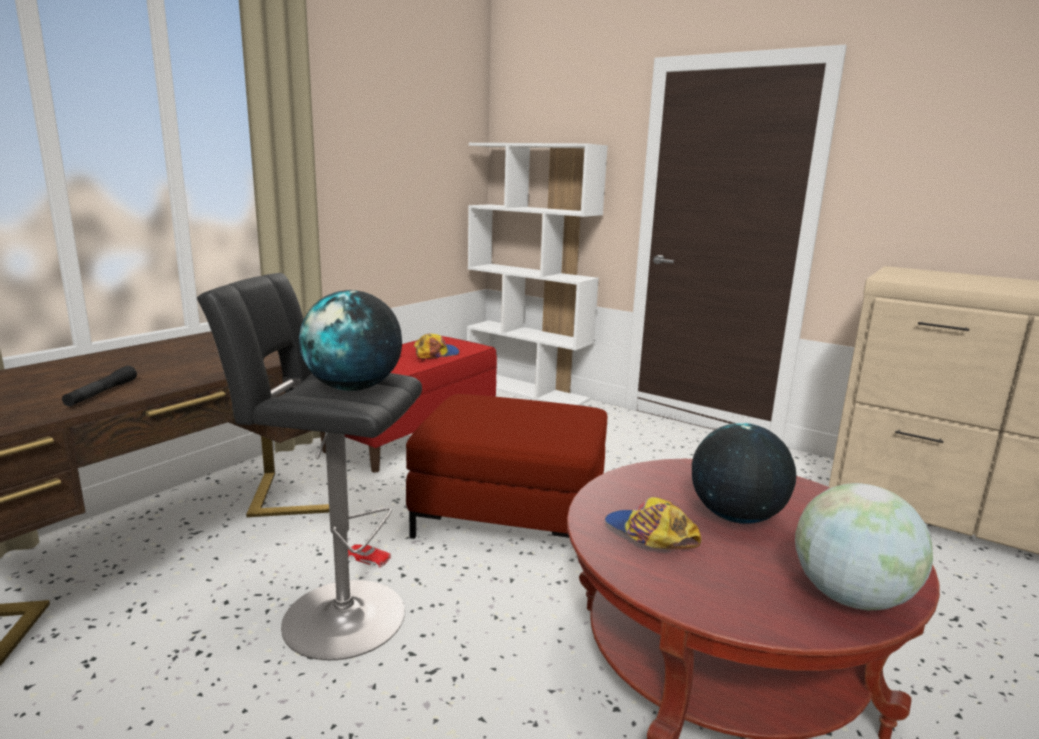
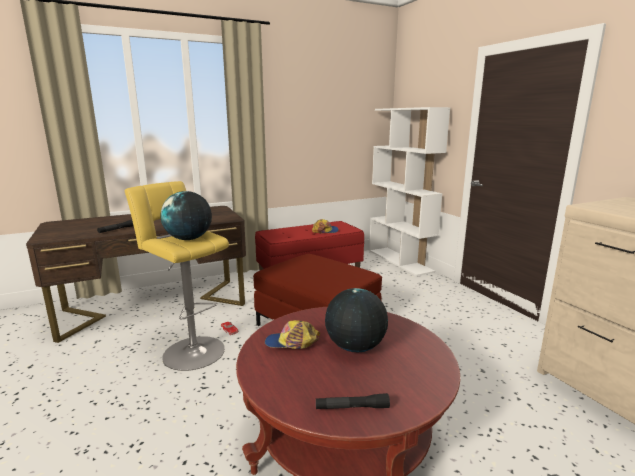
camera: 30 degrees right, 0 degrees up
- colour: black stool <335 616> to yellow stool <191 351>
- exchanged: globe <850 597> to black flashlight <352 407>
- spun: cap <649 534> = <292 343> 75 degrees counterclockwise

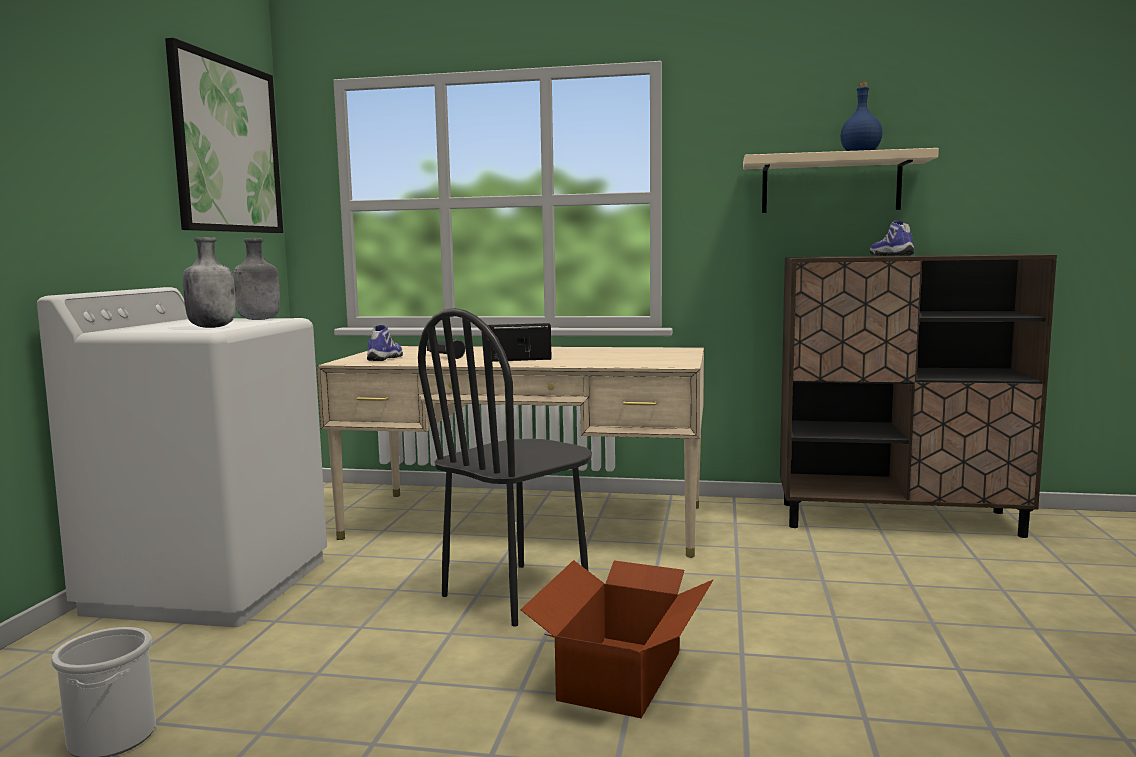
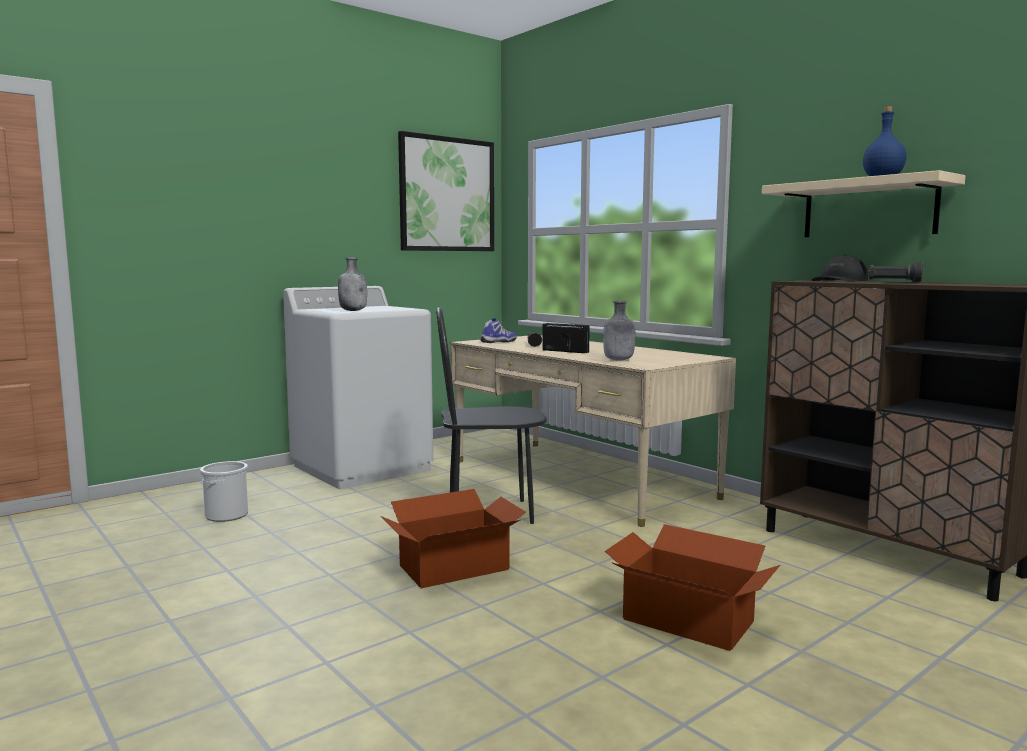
camera: 40 degrees right, 0 degrees up
- exchanged: shoe <892 255> to black flashlight <894 282>
- relocated: grey bottle <259 319> to <618 360>
- appeared: black cap <839 281>
- appeared: cardboard box <688 621>

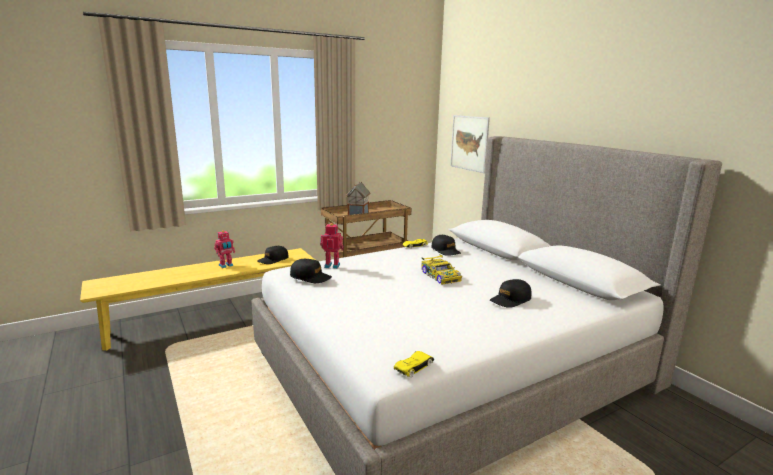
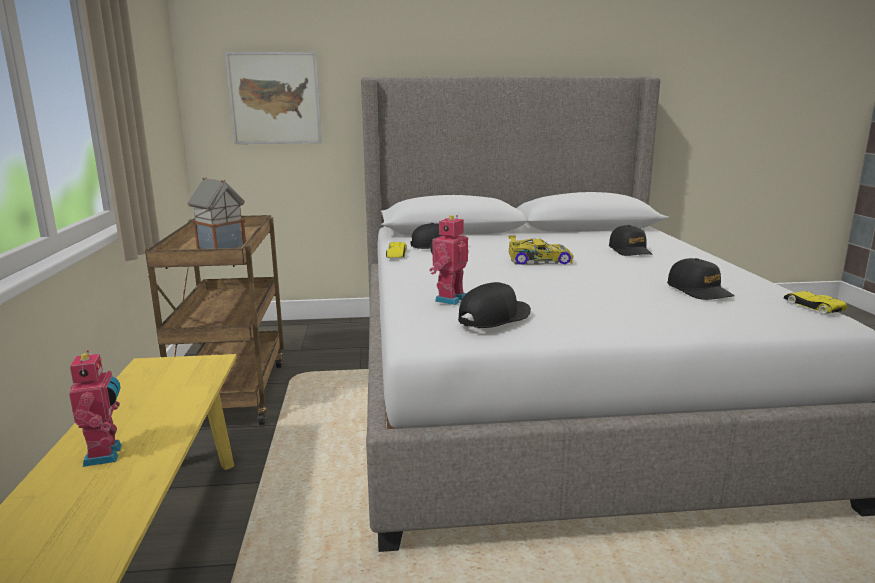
camera: 65 degrees left, 0 degrees up
- relocated: black cap <273 260> to <699 291>

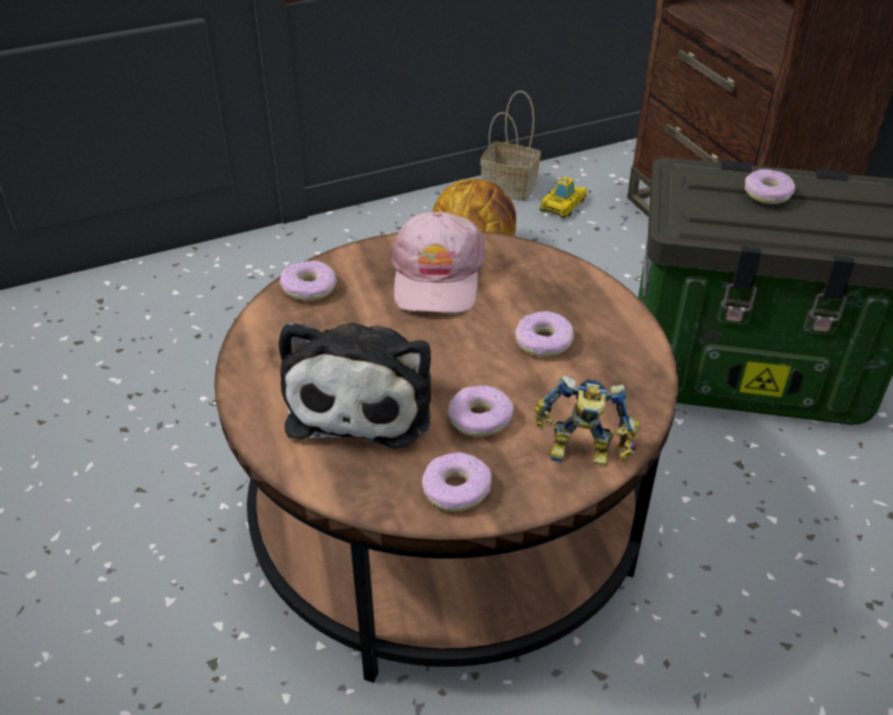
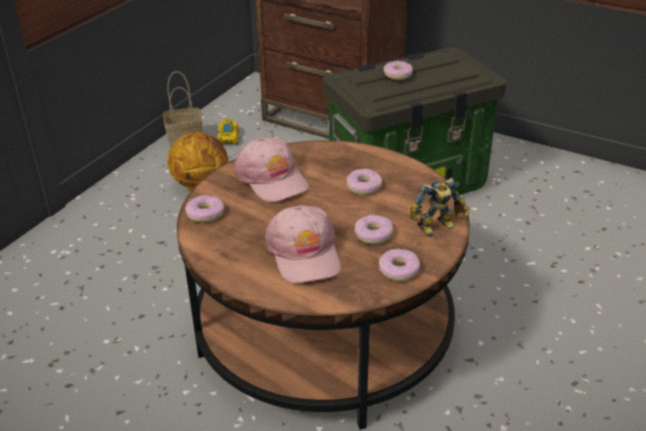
camera: 35 degrees left, 5 degrees down
- exchanged: plush toy <363 399> to pink cap <304 253>

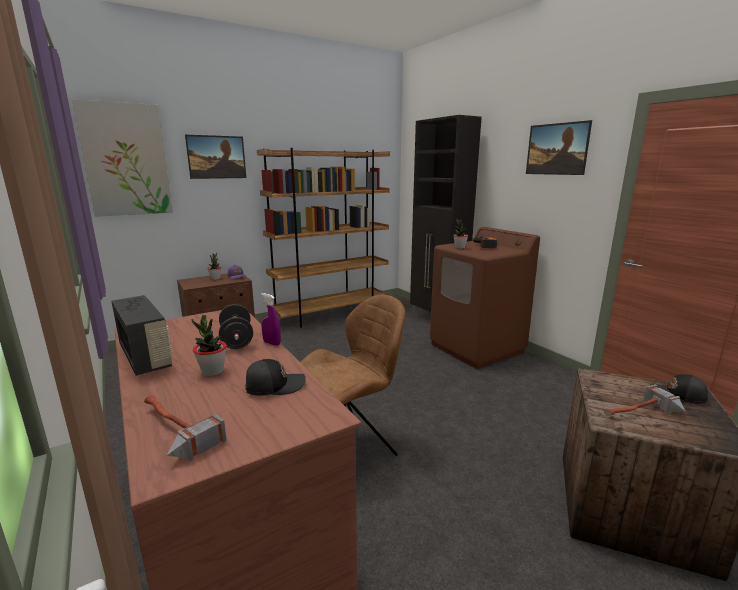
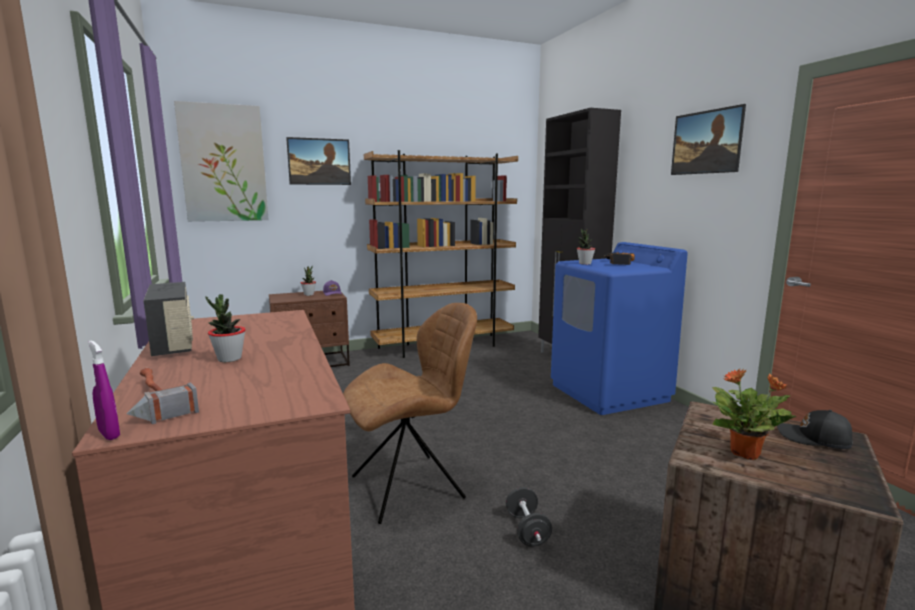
camera: 10 degrees right, 5 degrees down
- colour: brown washing machine <477 348> to blue washing machine <609 393>
- relocated: purple spray bottle <272 343> to <109 434>
- relocated: black dumbbell <237 340> to <527 530>
- missing: black cap <274 385>
- exchanged: hammer <640 414> to potted plant <746 454>

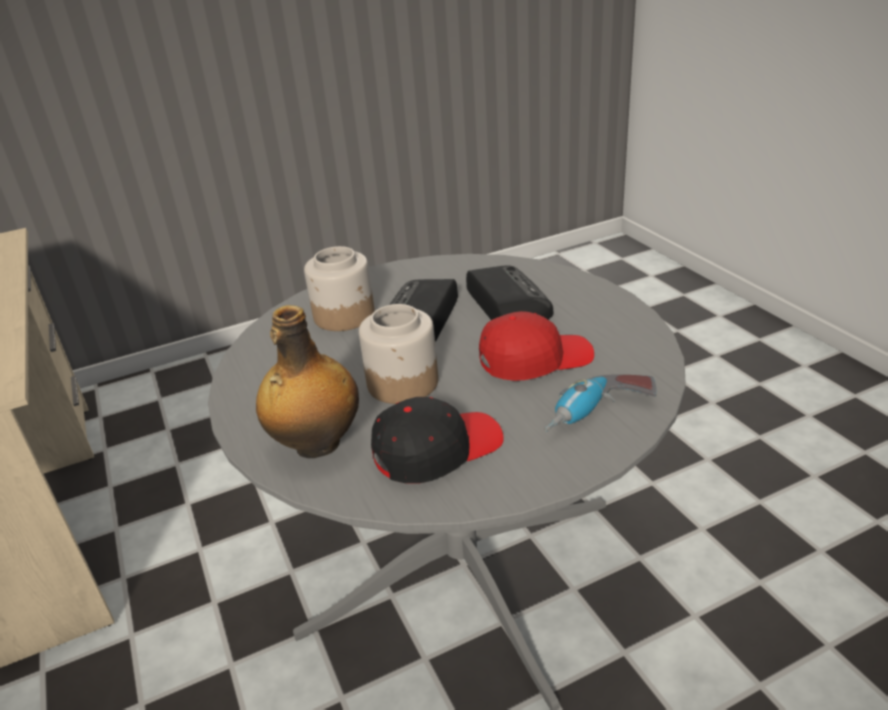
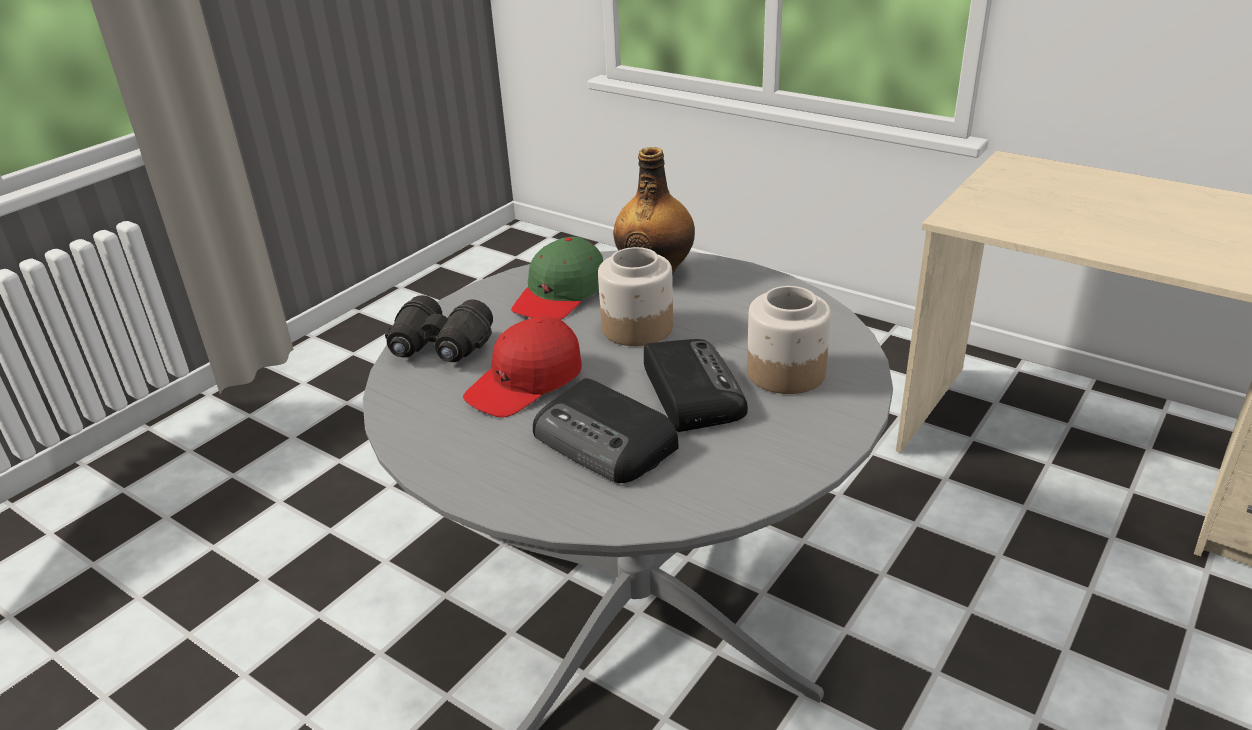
camera: 150 degrees right, 0 degrees up
- exchanged: power drill <598 416> to black binoculars <440 348>
- colour: black cap <436 449> to green cap <560 295>

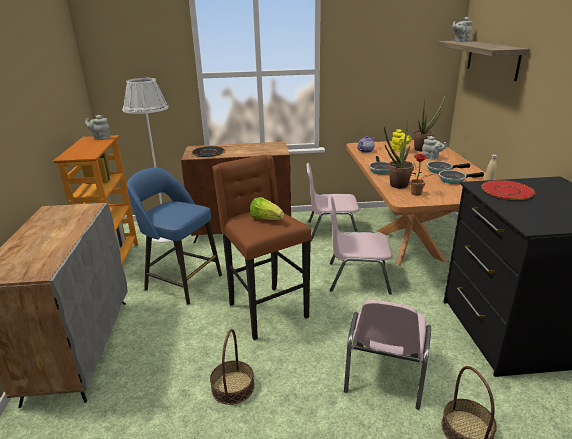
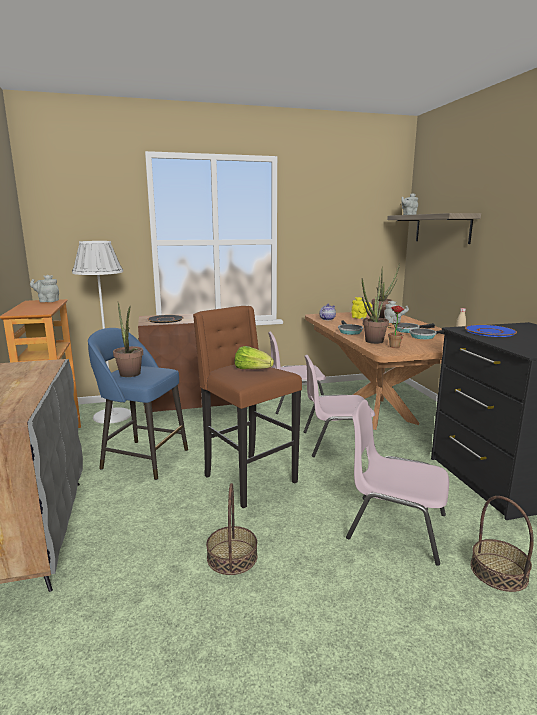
camera: 10 degrees left, 10 degrees down
- colour: red plate <507 191> to blue plate <490 332>
- spun: pink chair <384 372> = <395 526> 105 degrees clockwise
- appeared: potted plant <130 375>

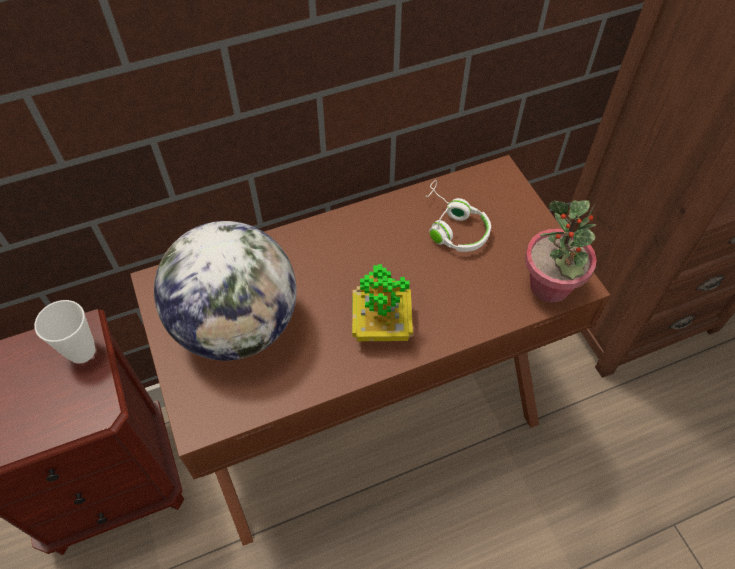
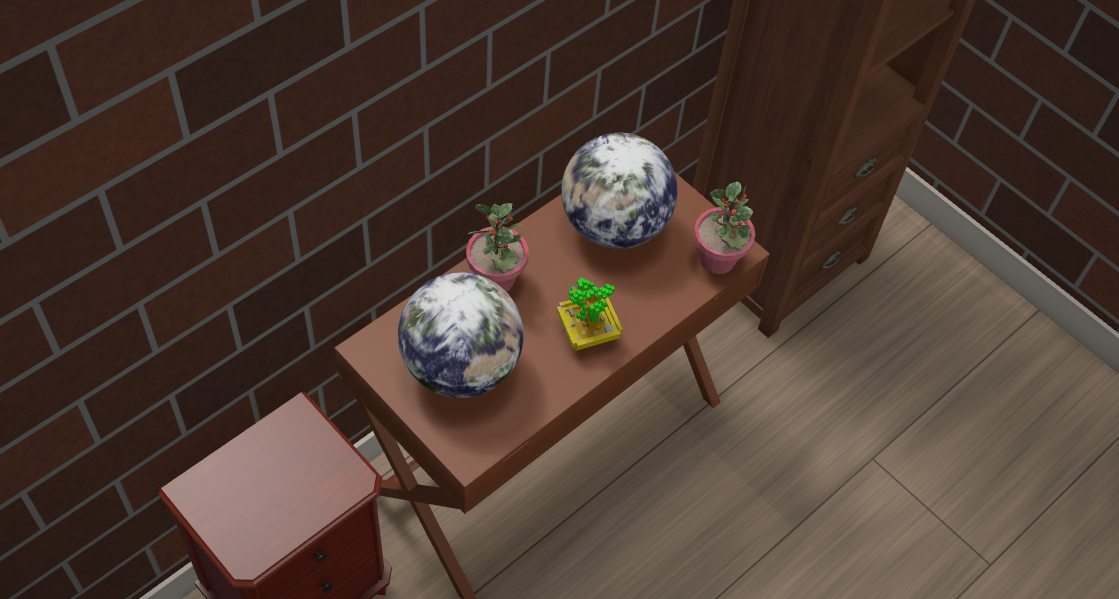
camera: 25 degrees left, 0 degrees up
- exchanged: white headphones <452 226> to globe <614 226>
- missing: cup <82 351>
- appeared: potted plant <496 279>

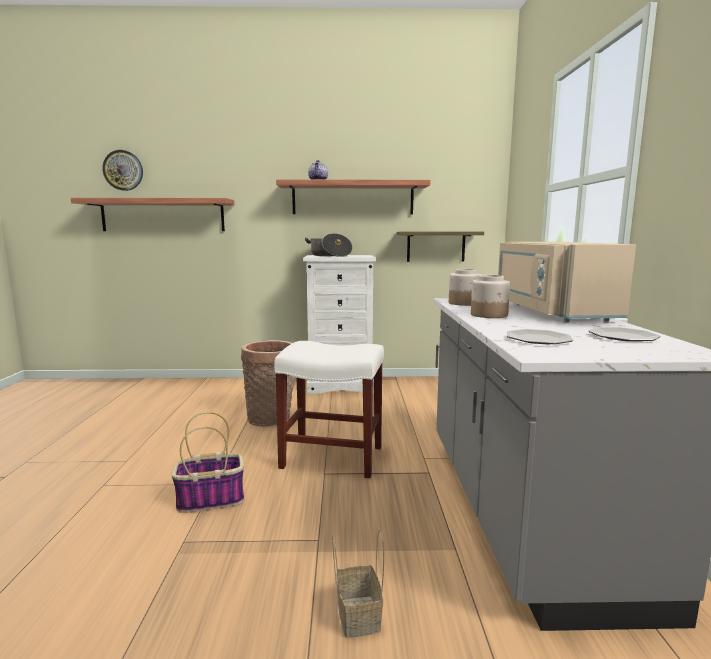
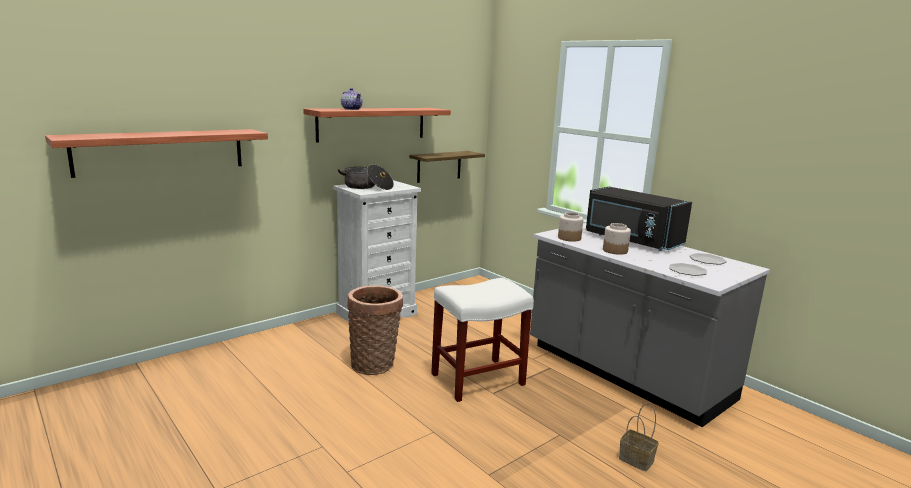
camera: 40 degrees left, 5 degrees up
- missing: wall clock <123 170>
- colour: beige microwave <549 312> to black microwave <631 240>
- missing: basket <212 499>

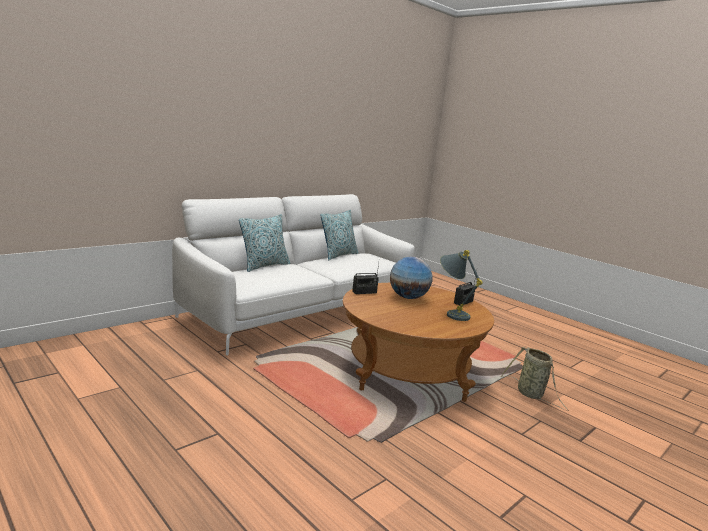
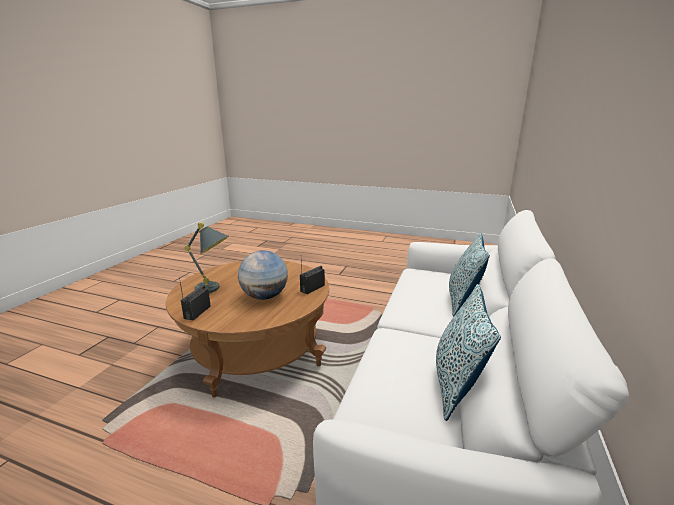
camera: 155 degrees right, 5 degrees up
- missing: basket <531 395>

